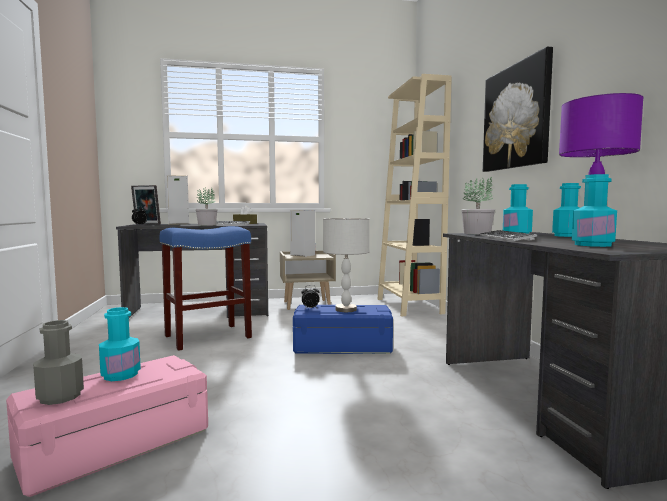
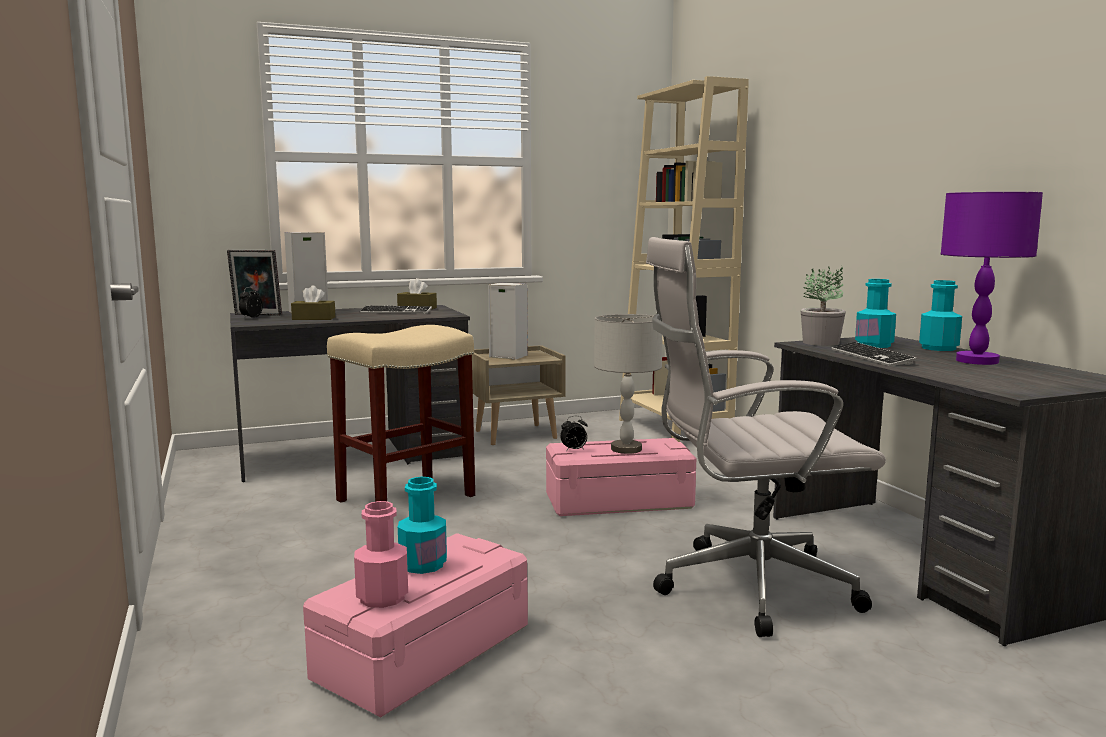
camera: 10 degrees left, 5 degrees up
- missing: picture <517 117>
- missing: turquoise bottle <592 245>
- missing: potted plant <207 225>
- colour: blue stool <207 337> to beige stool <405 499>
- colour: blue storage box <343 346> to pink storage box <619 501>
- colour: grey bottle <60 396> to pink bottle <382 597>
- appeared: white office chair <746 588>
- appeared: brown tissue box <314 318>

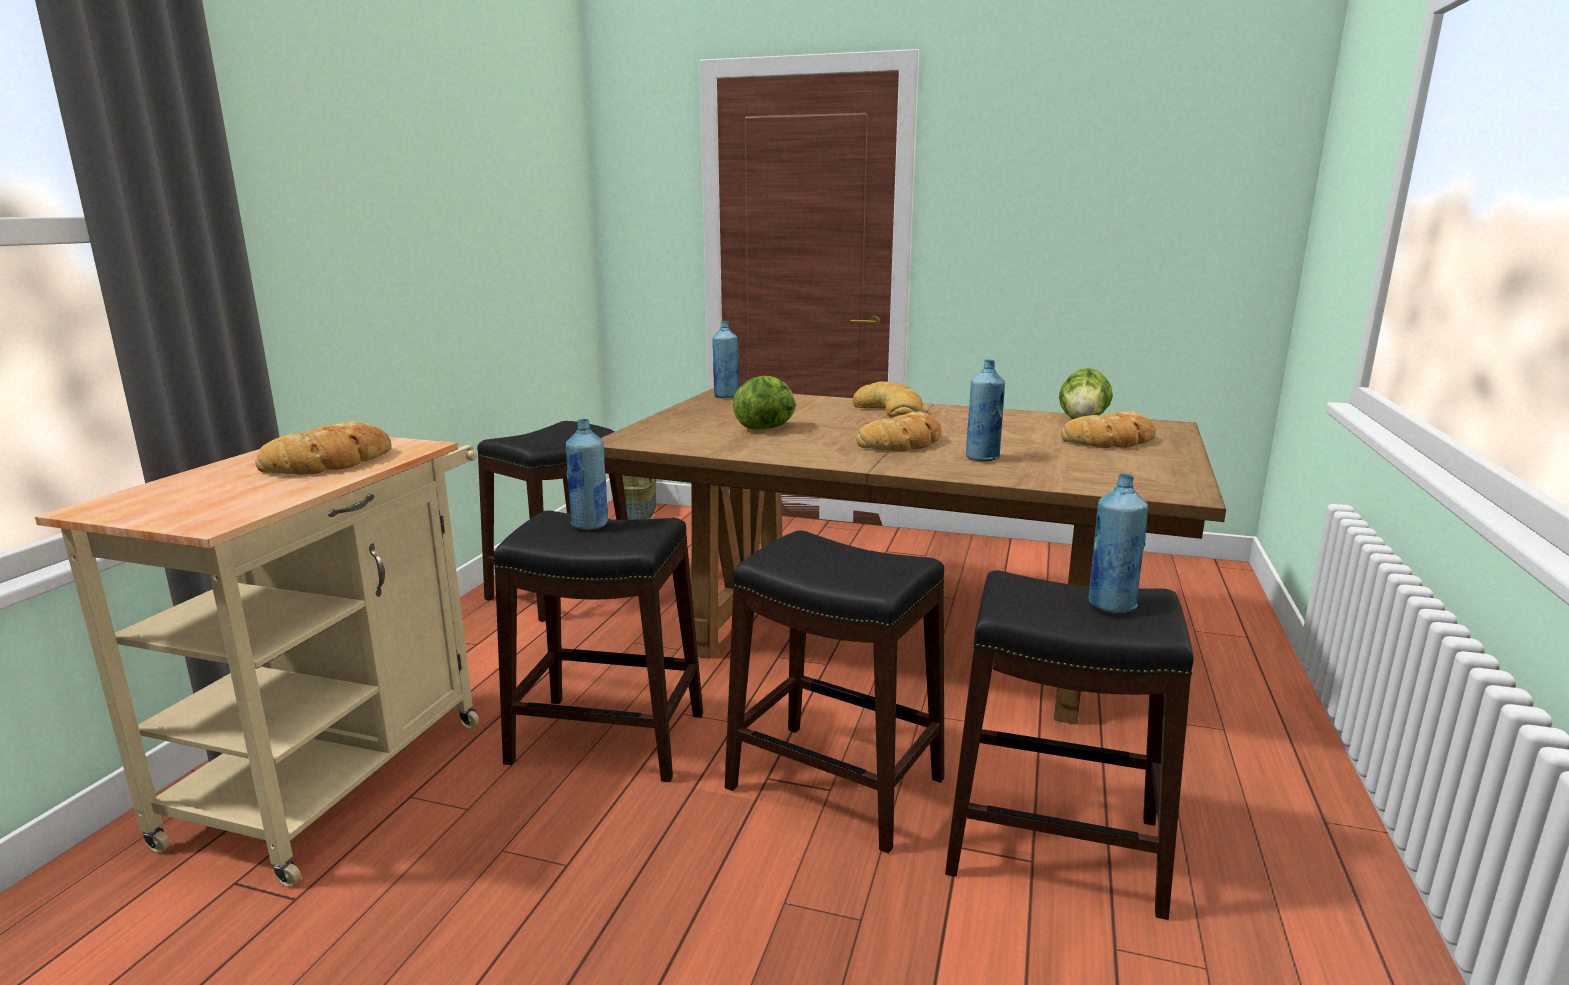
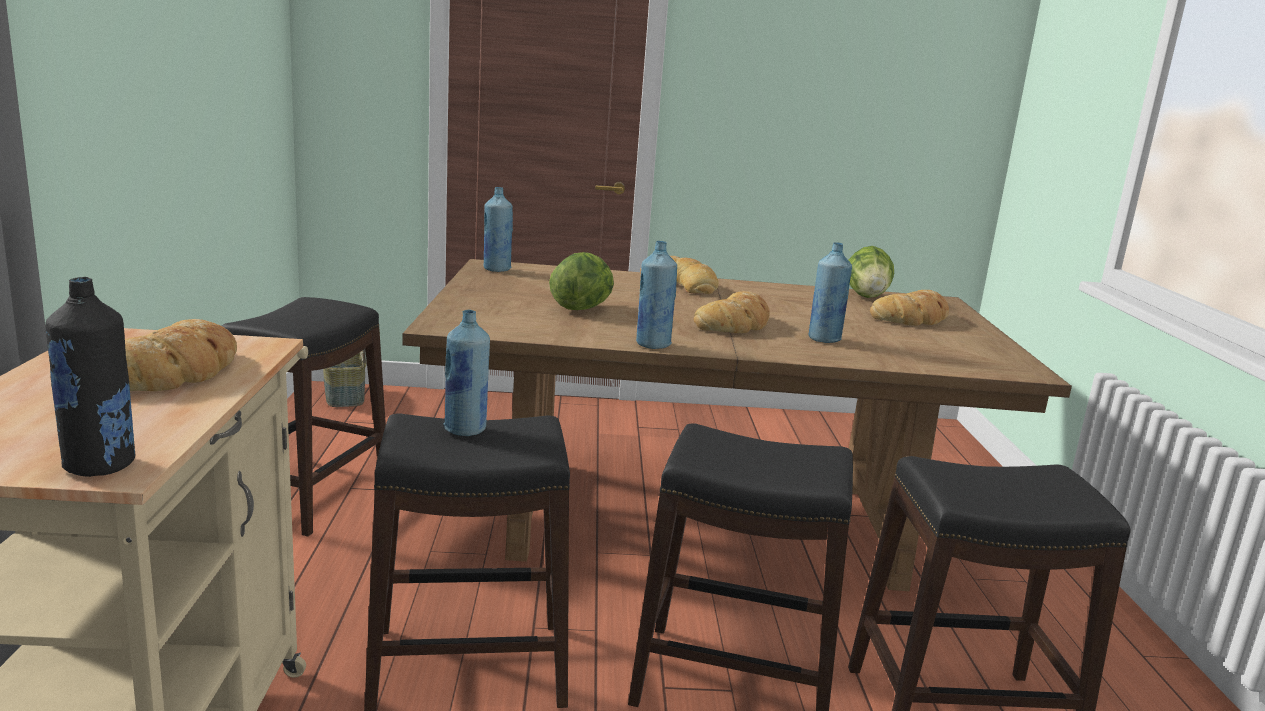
camera: 20 degrees left, 0 degrees up
- relocated: blue bottle <1111 605> to <653 344>
- appeared: black bottle <99 465>

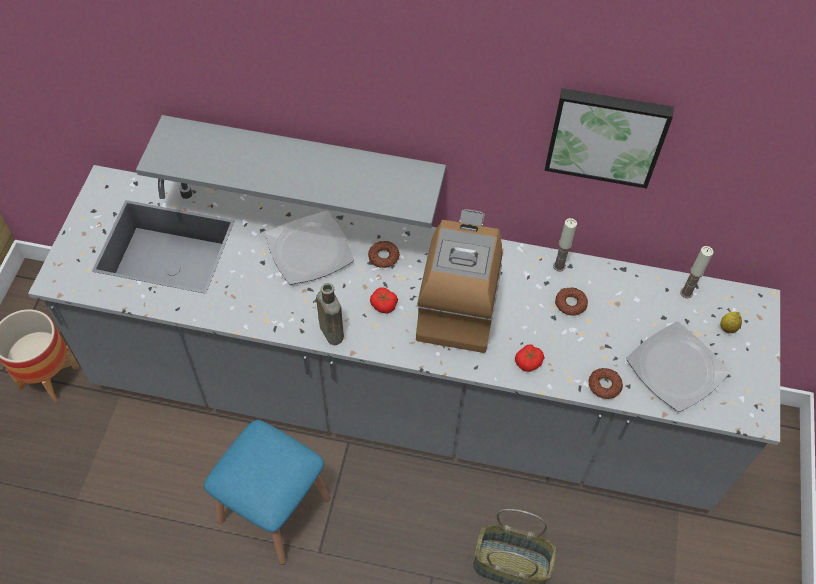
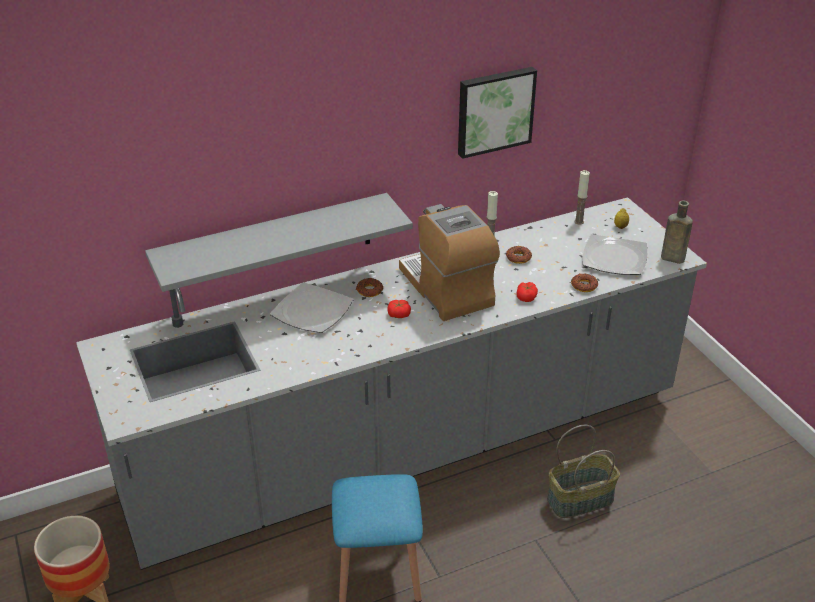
camera: 35 degrees left, 20 degrees down
- relocated: brown bottle <330 331> to <671 258>

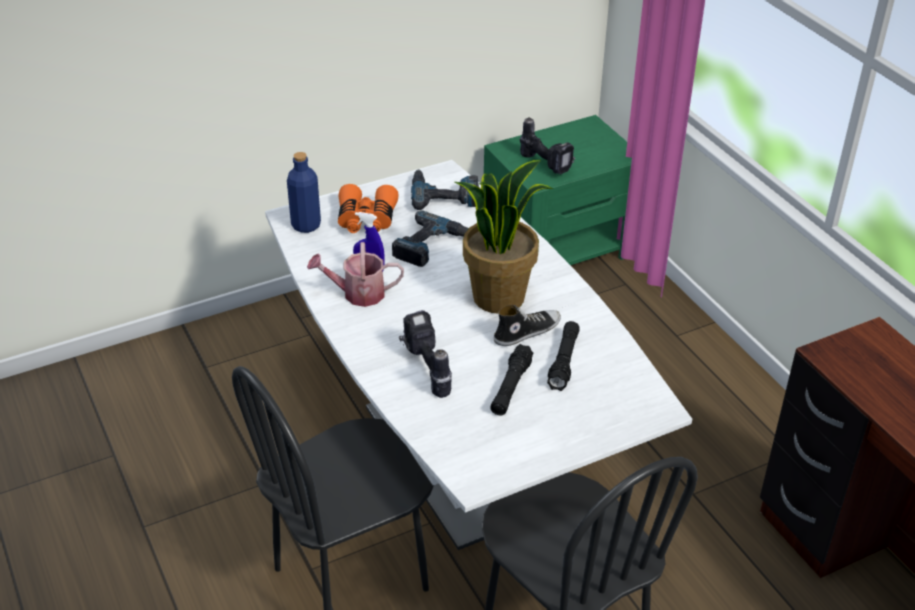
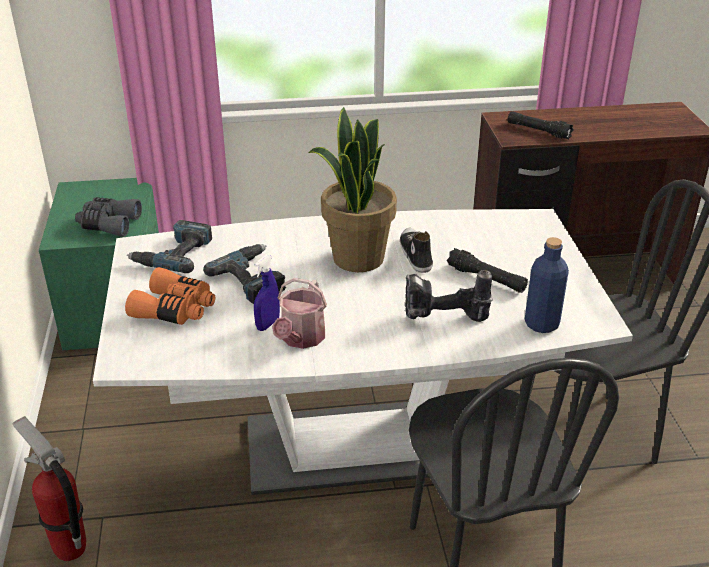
camera: 70 degrees left, 5 degrees down
- exchanged: power drill <547 164> to grey binoculars <108 224>
- relocated: blue bottle <306 225> to <541 324>
- relocated: black flashlight <564 362> to <538 131>
- appeared: fire extinguisher <69 548>

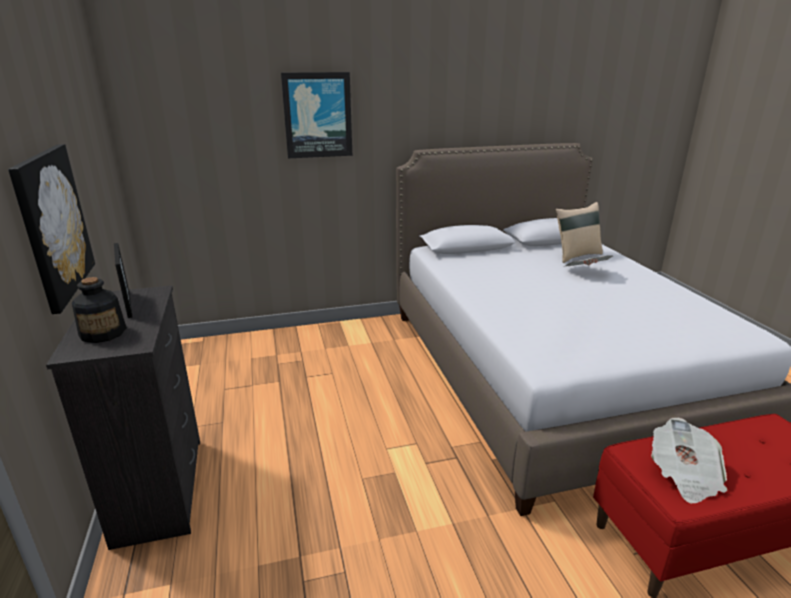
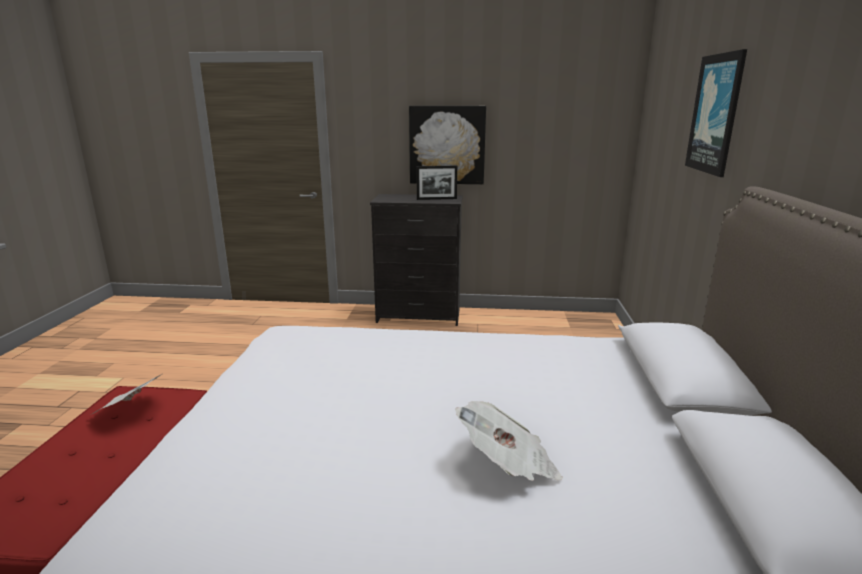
camera: 110 degrees right, 5 degrees down
- missing: beige pillow <575 255>
- missing: bottle <103 333>

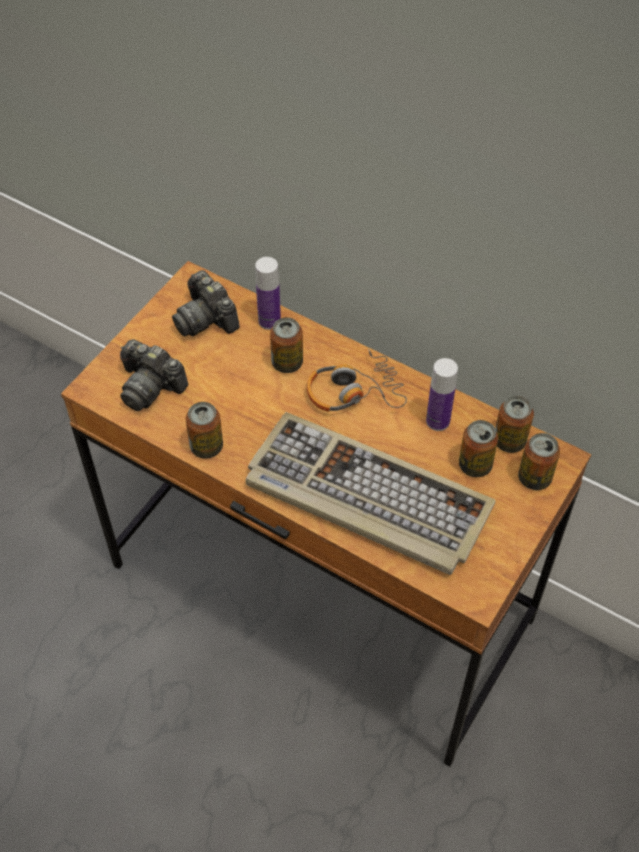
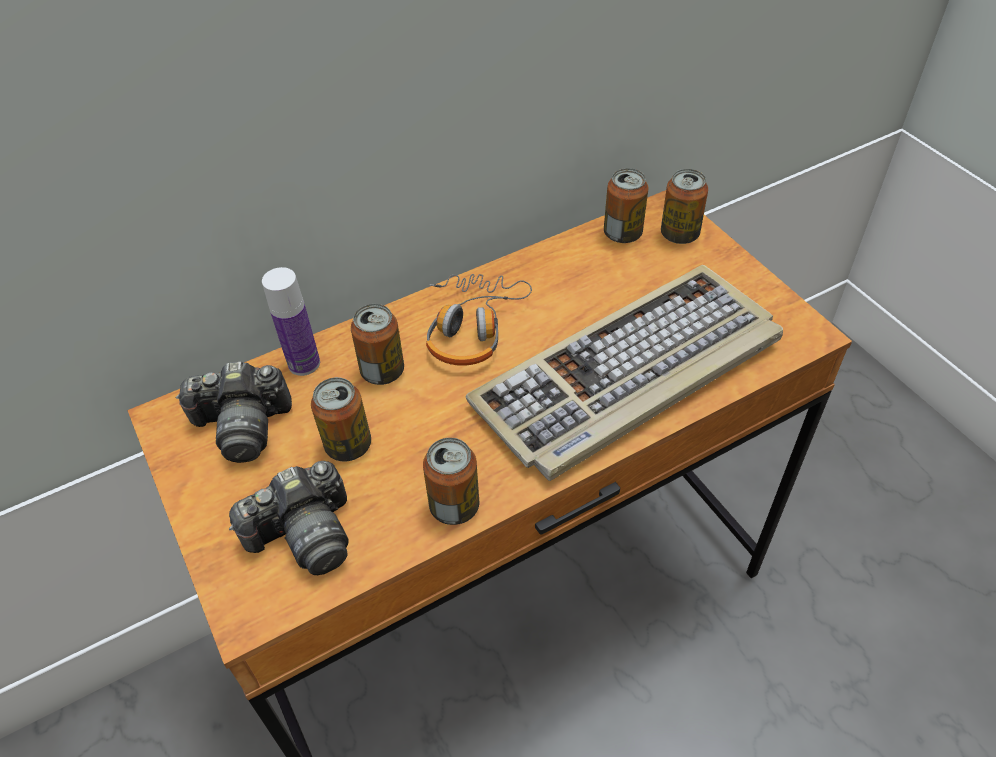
camera: 60 degrees left, 5 degrees down
- missing: bottle <438 421>
- relocated: can <475 465> to <348 445>

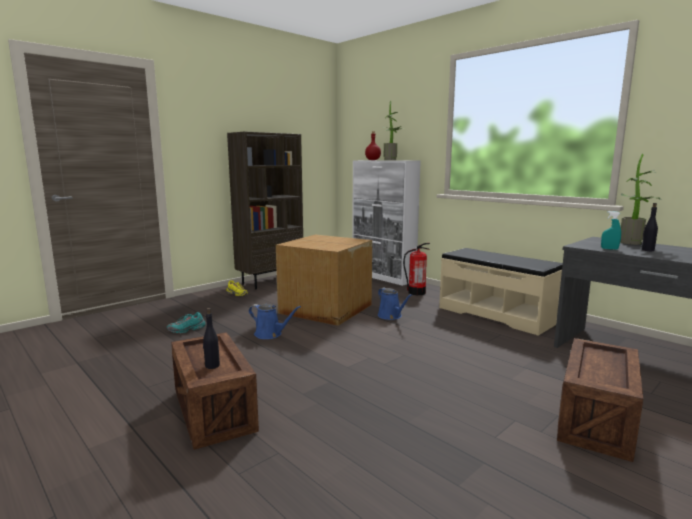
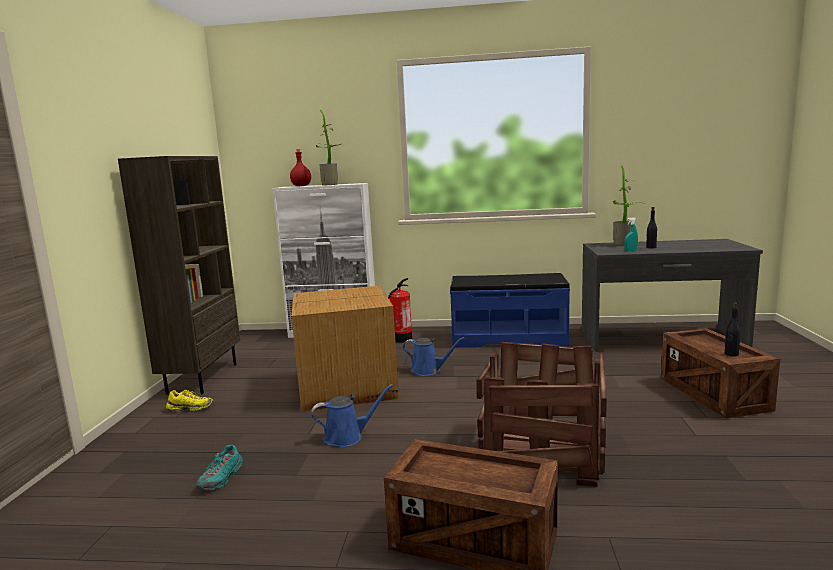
camera: 40 degrees left, 0 degrees up
- colour: beige bench <496 314> to blue bench <508 338>
- relocated: black bottle <212 366> to <731 354>
- appeared: crate <545 451>

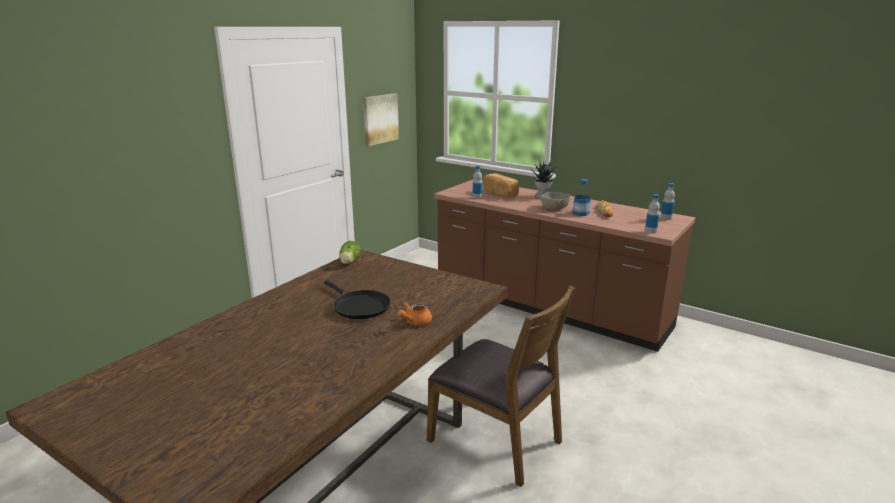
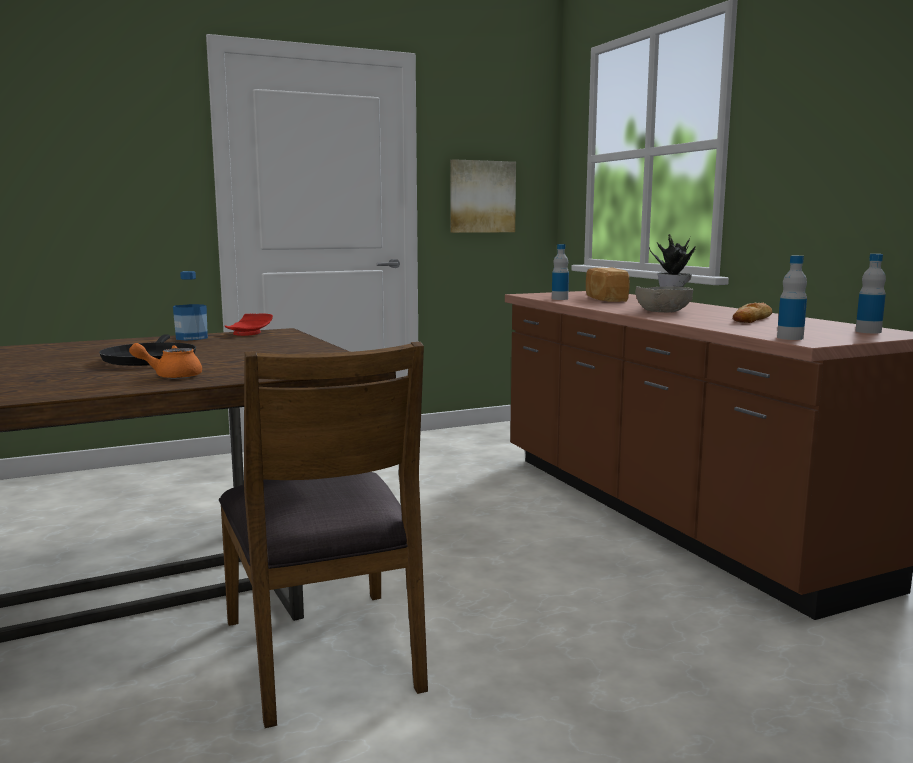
camera: 30 degrees right, 10 degrees down
- relocated: bottle <580 213> to <191 338>
- exchanged: lettuce <349 262> to red plate <250 333>

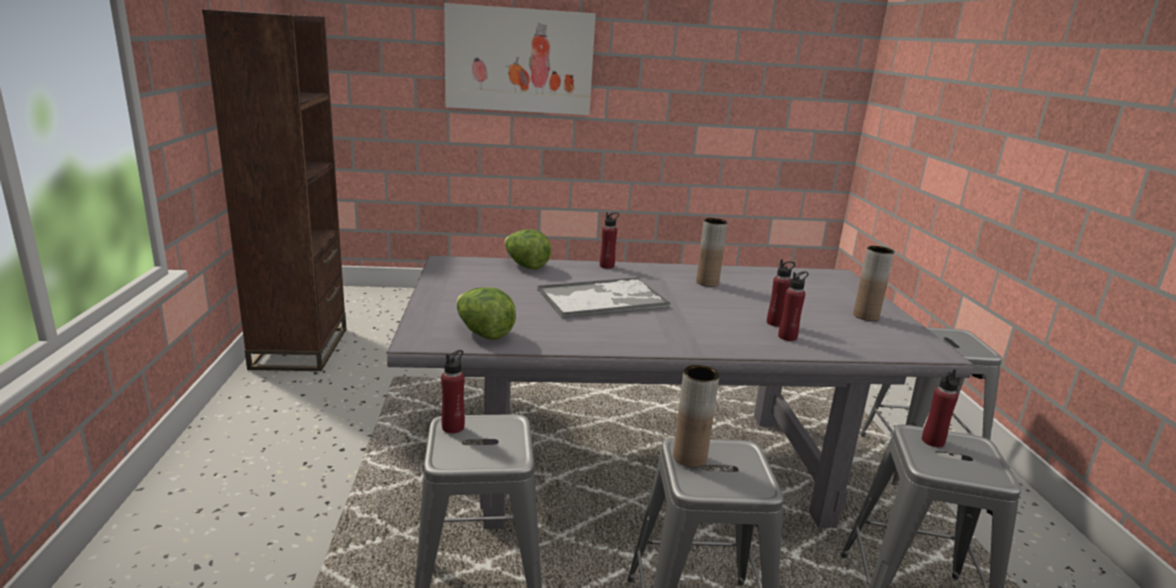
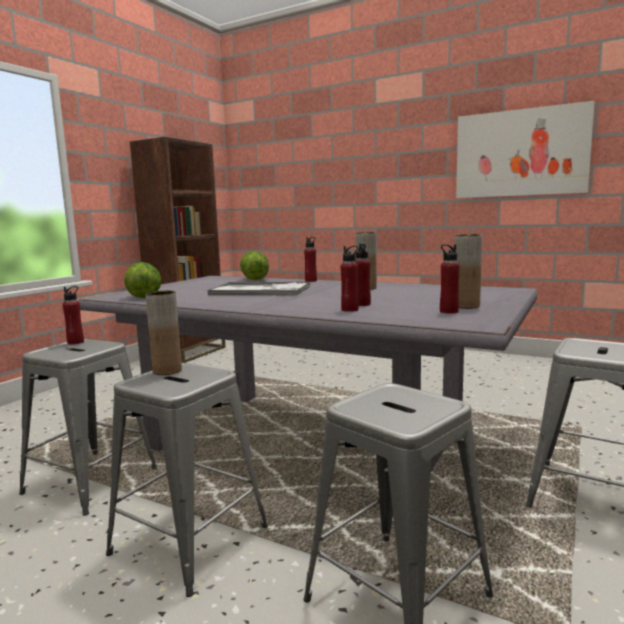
camera: 35 degrees right, 10 degrees down
- relocated: picture <519 60> to <520 153>
- relocated: red bottle <932 441> to <448 311>

